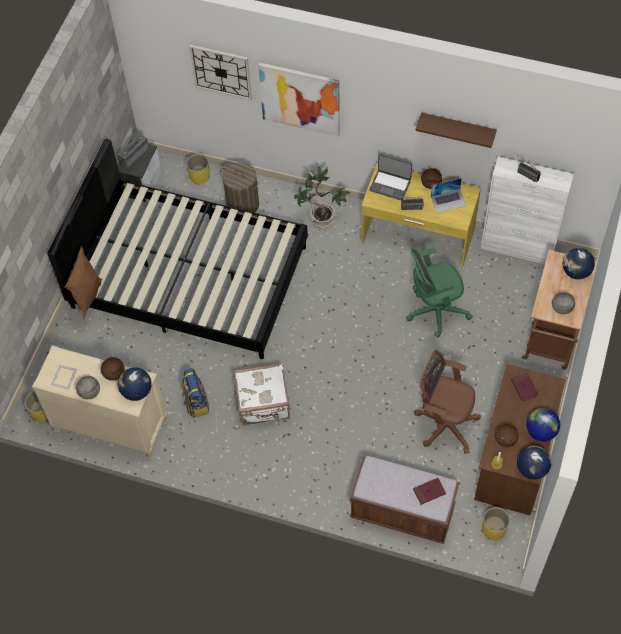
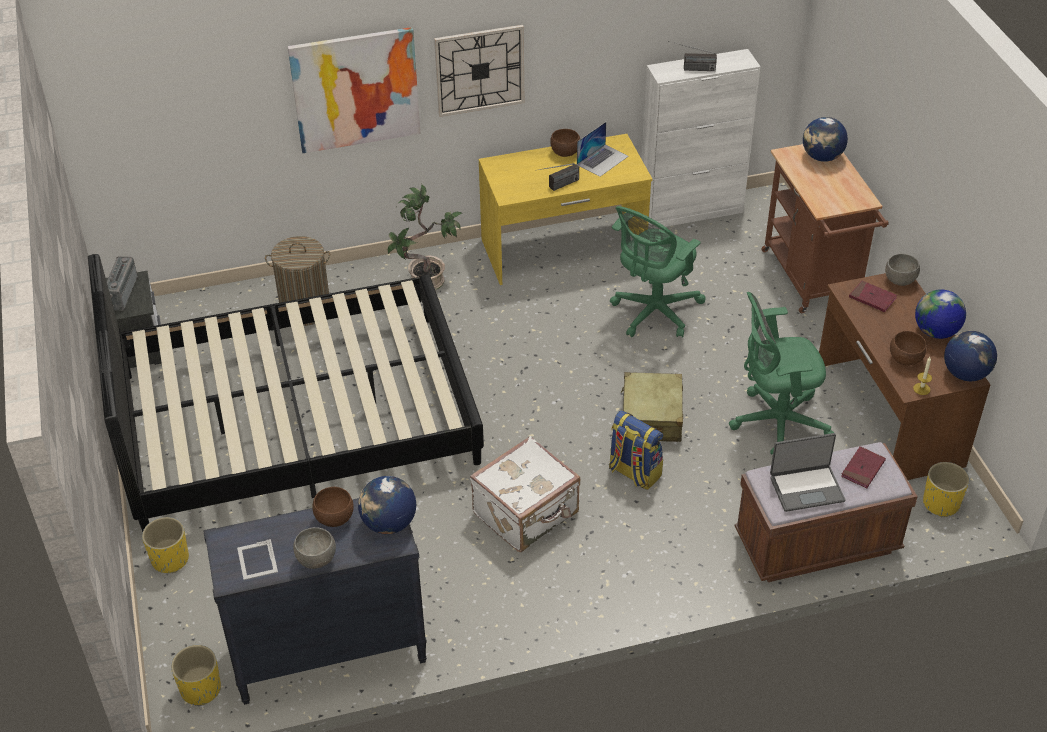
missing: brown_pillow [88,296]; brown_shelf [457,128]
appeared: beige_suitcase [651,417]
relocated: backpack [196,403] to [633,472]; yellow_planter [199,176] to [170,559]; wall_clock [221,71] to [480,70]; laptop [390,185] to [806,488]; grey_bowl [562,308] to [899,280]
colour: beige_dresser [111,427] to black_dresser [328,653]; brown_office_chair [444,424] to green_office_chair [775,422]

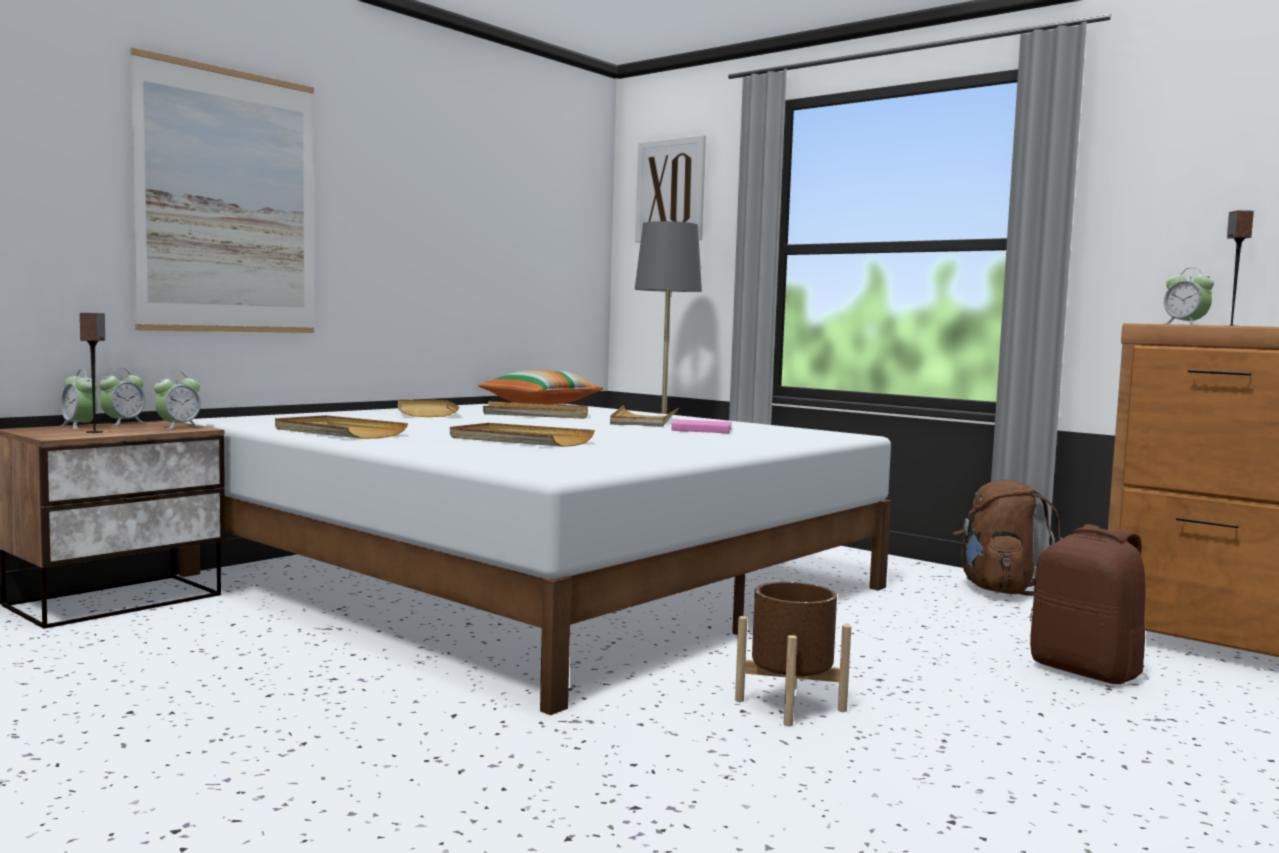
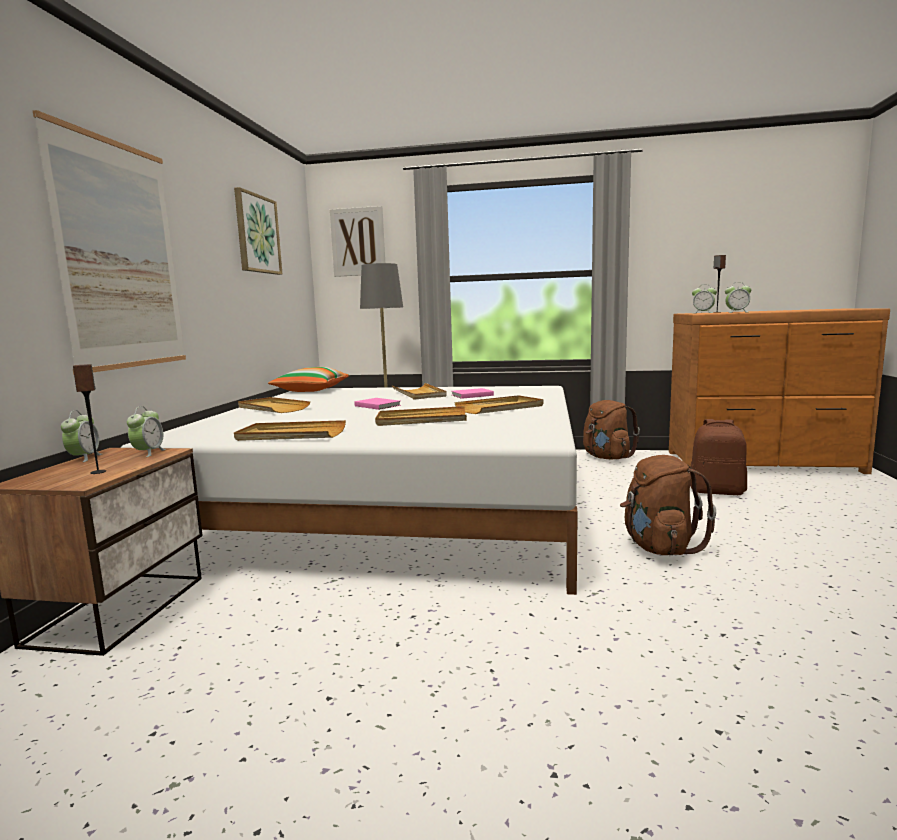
appeared: picture [257,234]; pink_book [377,405]
relocated: alarm_clock [79,426] to [736,312]; beige_tray [537,415] to [500,408]
exchanged: brown_planter [790,705] to brown_backpack [659,547]

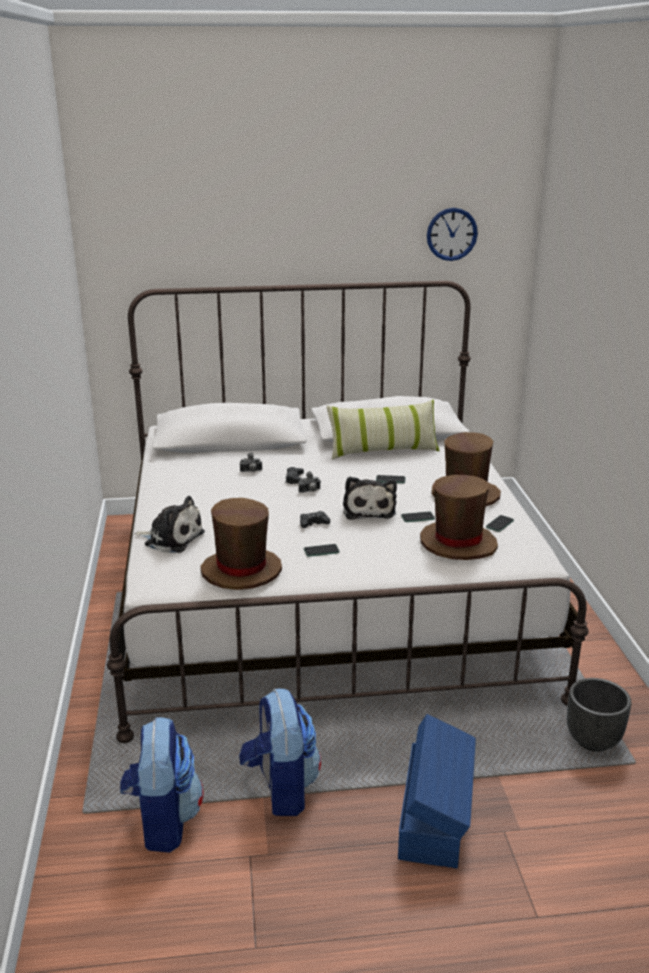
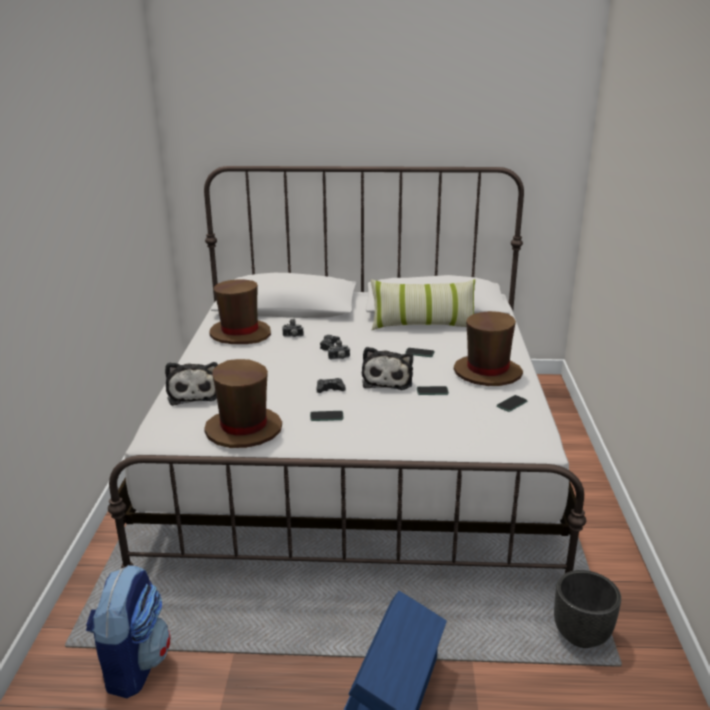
missing: backpack [281,788]; wall_clock [451,234]
relocated: brown_hat [457,543] to [240,334]
spun: plush_toy [171,538] = [194,393] 45 degrees clockwise

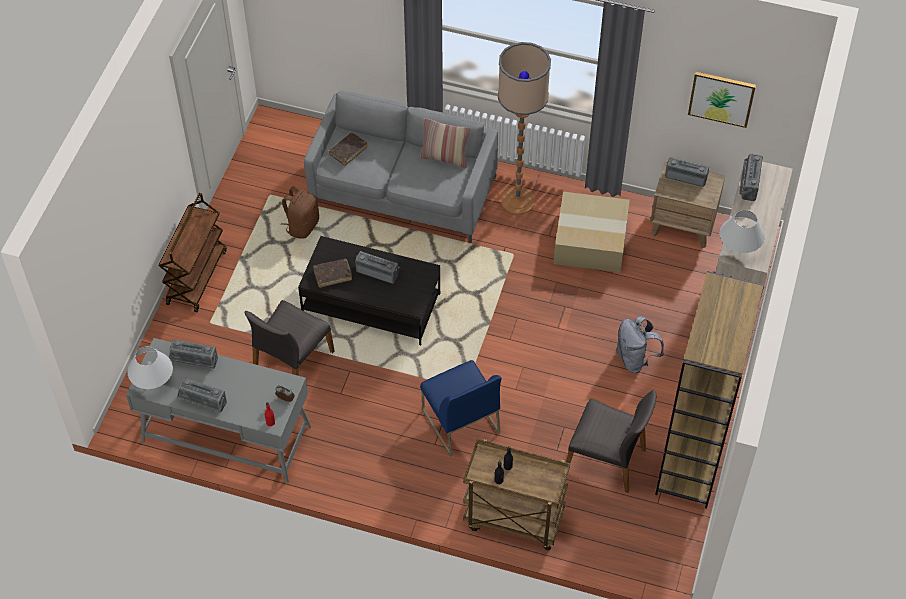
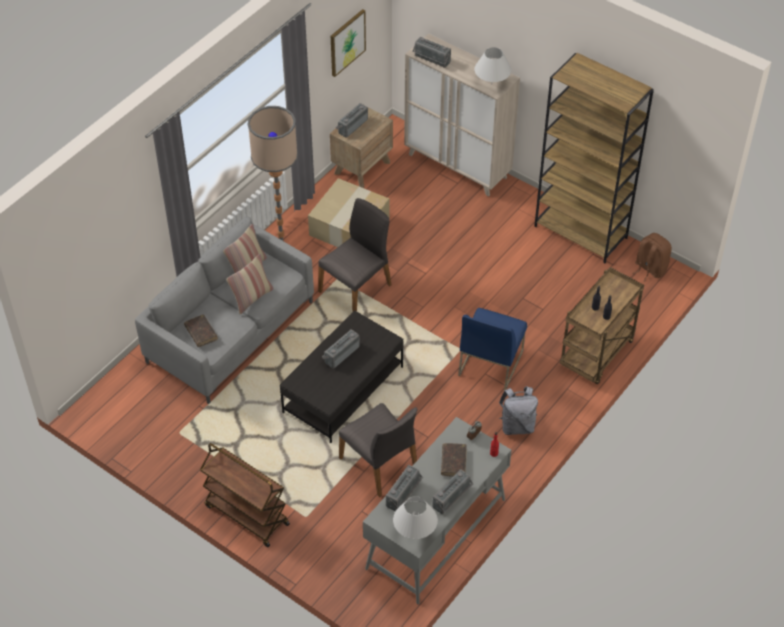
appeared: pillow [252,298]
relocated: brown_backpack [302,226] to [649,269]; brown_book [332,275] to [453,462]; grey_chair [606,459] to [356,288]; grey_backpack [635,359] to [517,426]
spun: blue_chair [460,421] = [490,362] 120 degrees clockwise

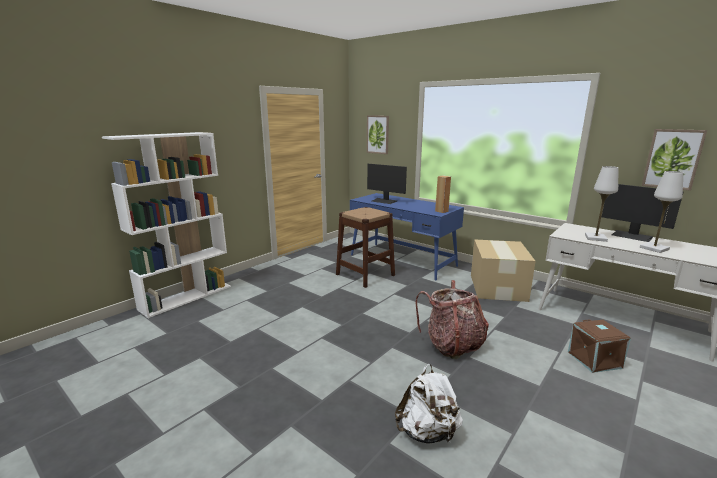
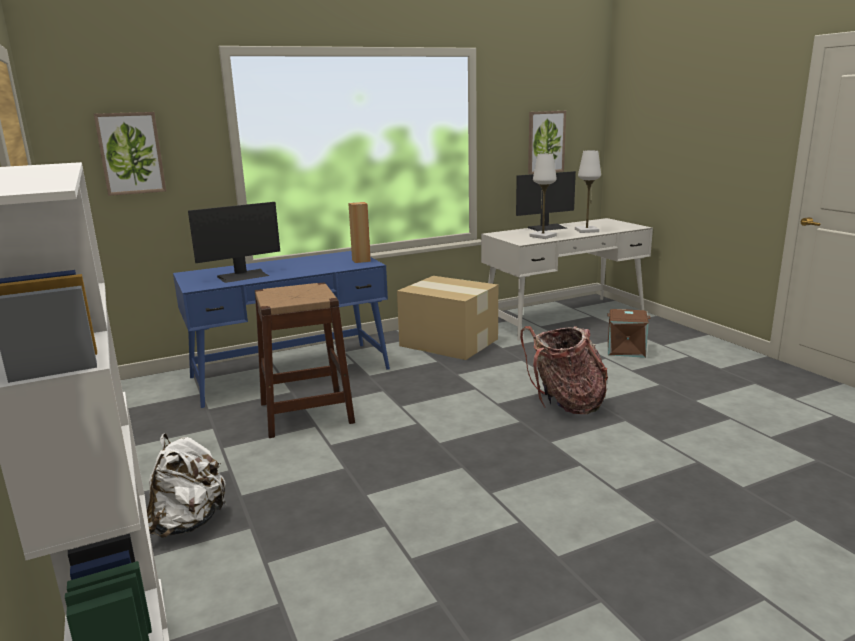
relocated: white_backpack [427,432] to [189,522]

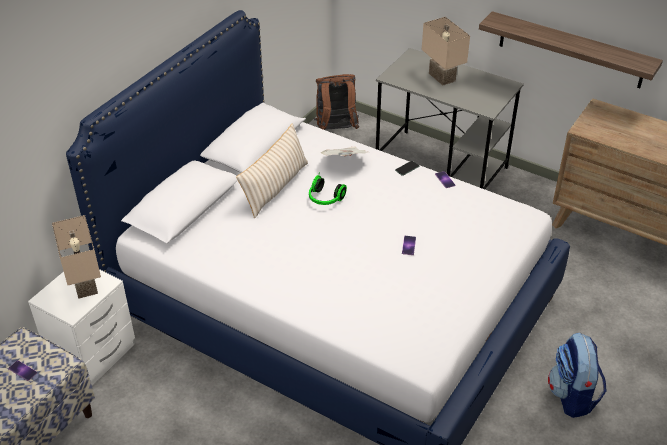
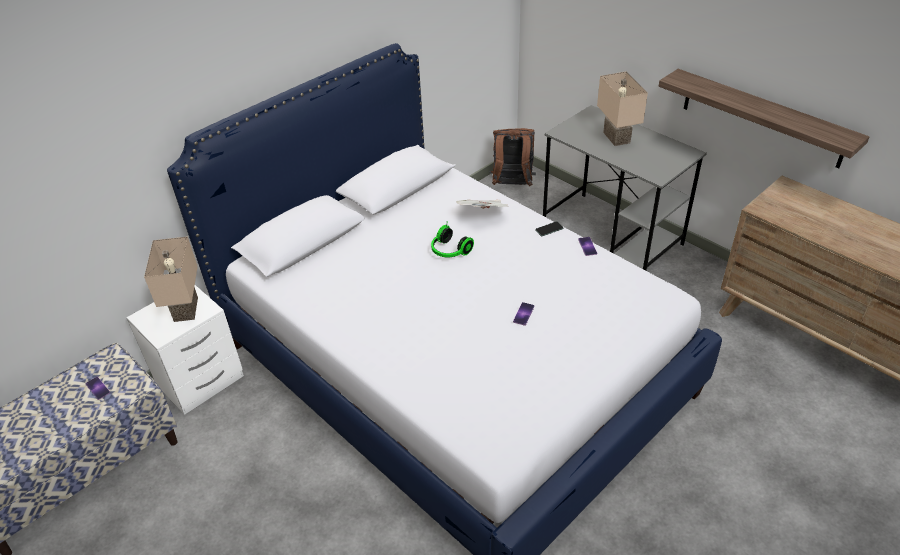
missing: beige_pillow [275,187]; backpack [572,396]

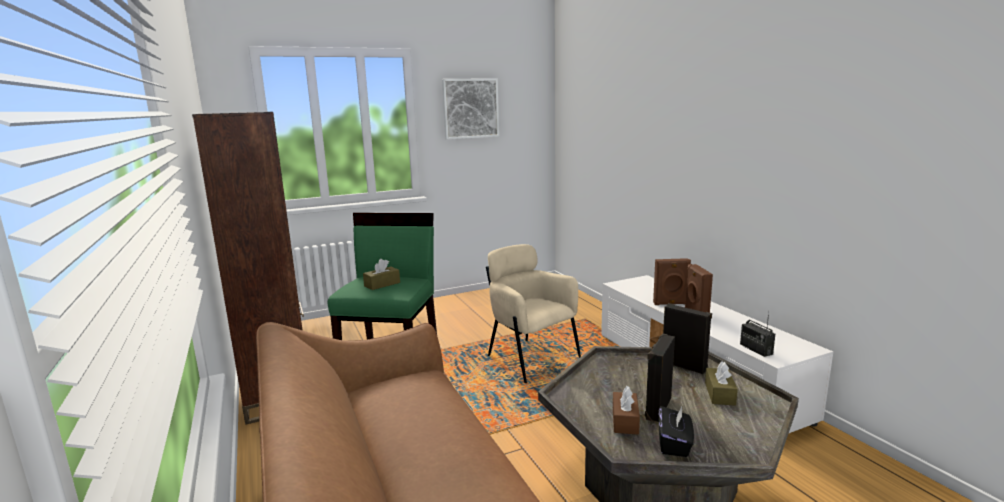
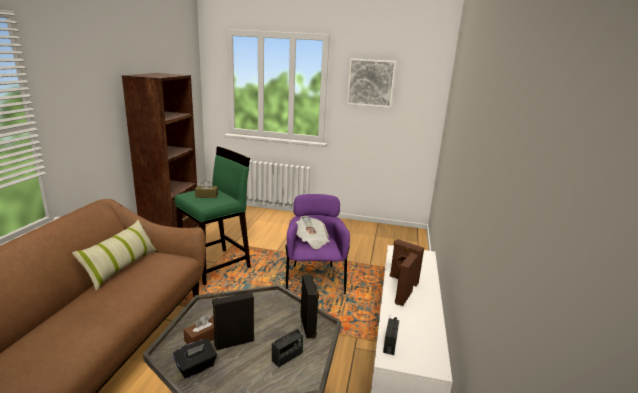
appeared: pillow [121,267]; newspaper [312,241]
exchanged: brown_tissue_box [719,394] to radio [287,357]
colour: beige_armchair [530,359] to purple_armchair [314,279]

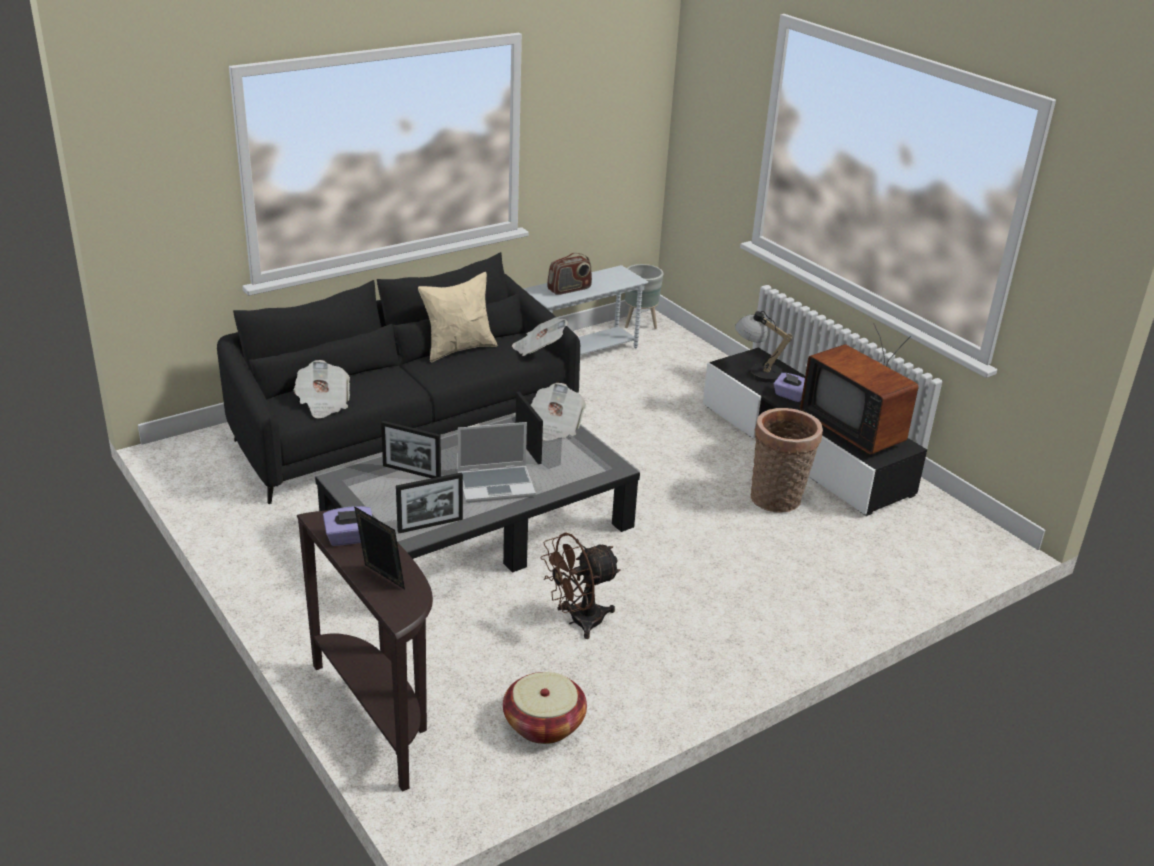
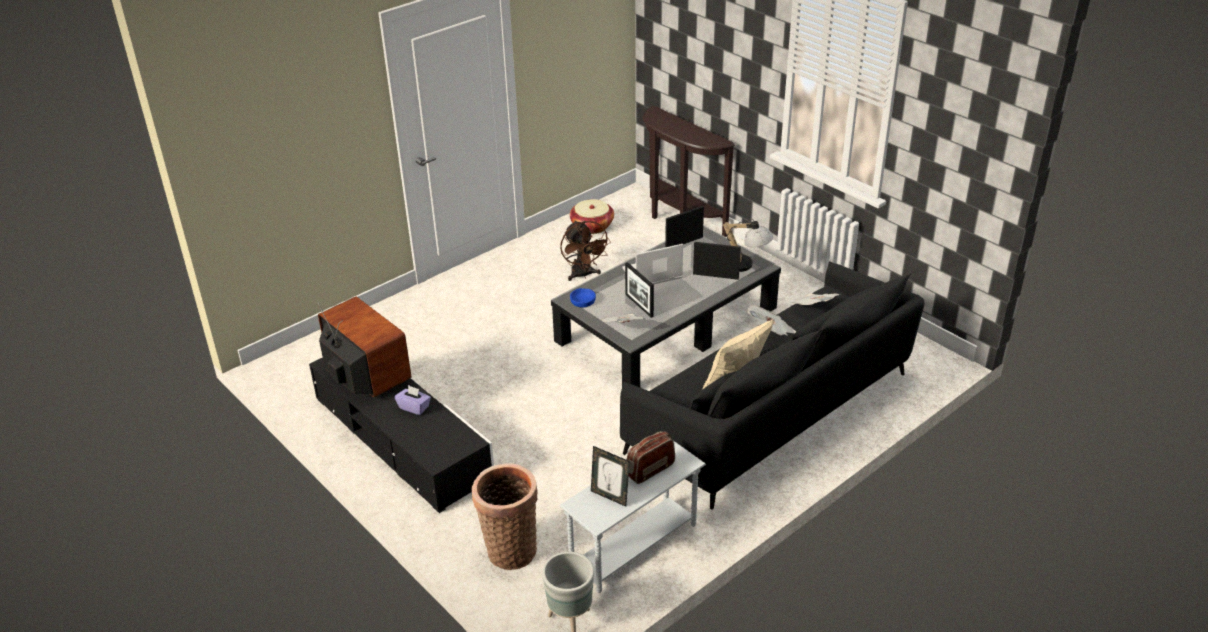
missing: purple_tissue_box [349,538]
appeared: blue_bowl [583,300]
relocated: picture_frame [381,579] to [610,496]; newspaper [538,349] to [771,332]; table_lamp [758,371] to [746,266]; basket [777,501] to [510,548]
spun: brown_fan [578,621] = [583,275] 105 degrees clockwise

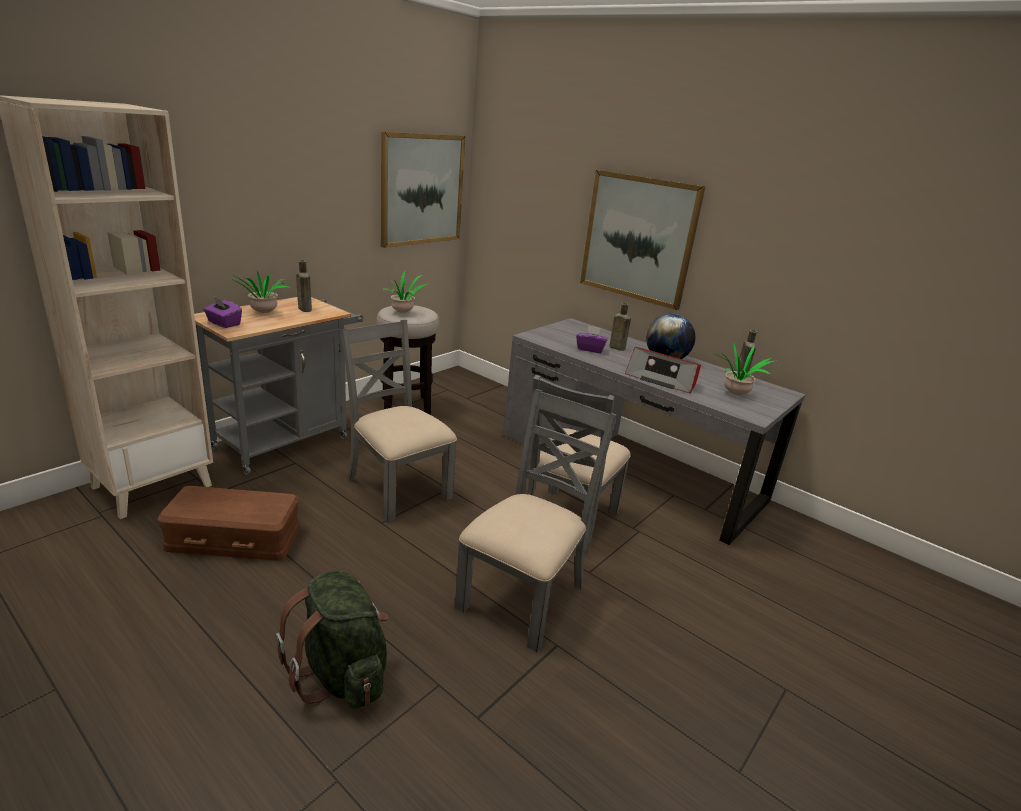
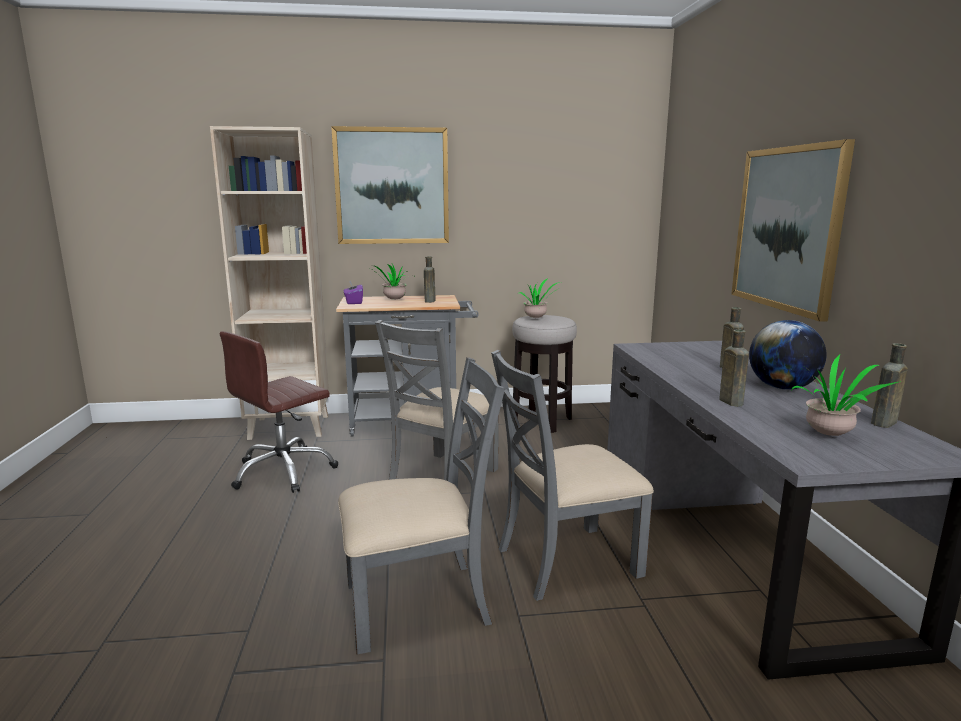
missing: green_backpack [341,674]; purple_tissue_box [590,349]
relocated: picture [422,189] to [392,186]
exchanged: brown_storage_box [234,538] to brown_office_chair [284,471]; radio [662,379] to brown_bottle [729,401]
spun: grey_chair [397,487] = [442,477] 150 degrees counterclockwise

